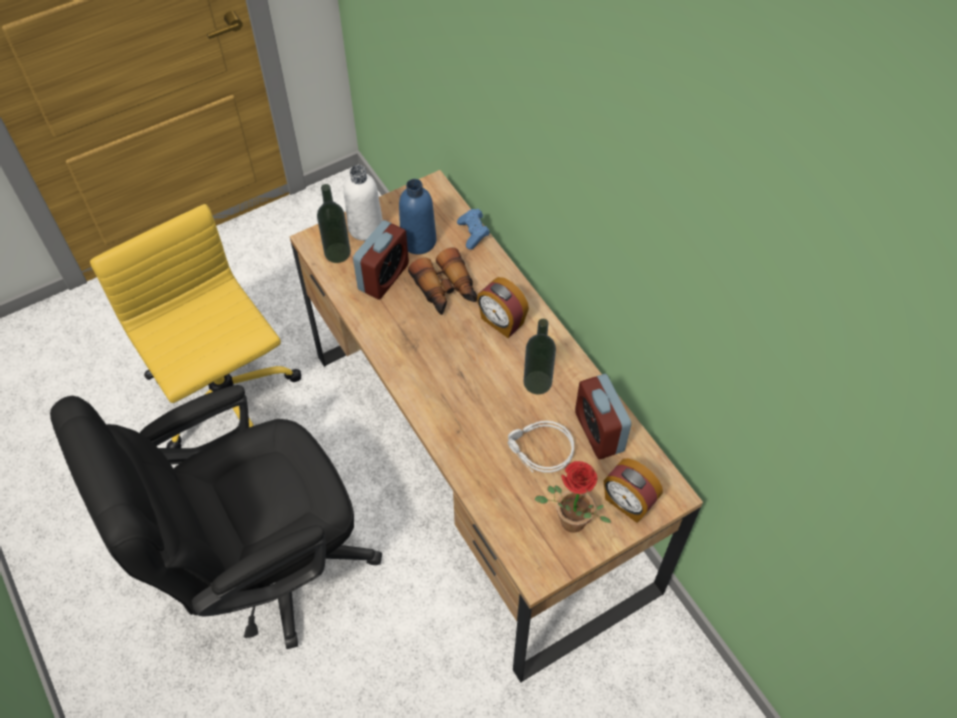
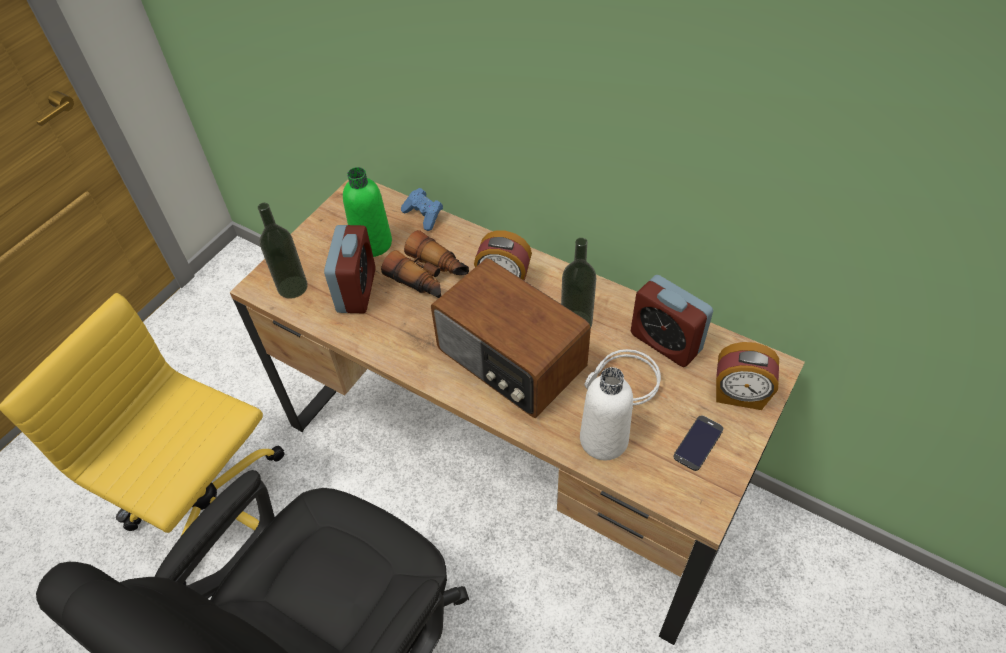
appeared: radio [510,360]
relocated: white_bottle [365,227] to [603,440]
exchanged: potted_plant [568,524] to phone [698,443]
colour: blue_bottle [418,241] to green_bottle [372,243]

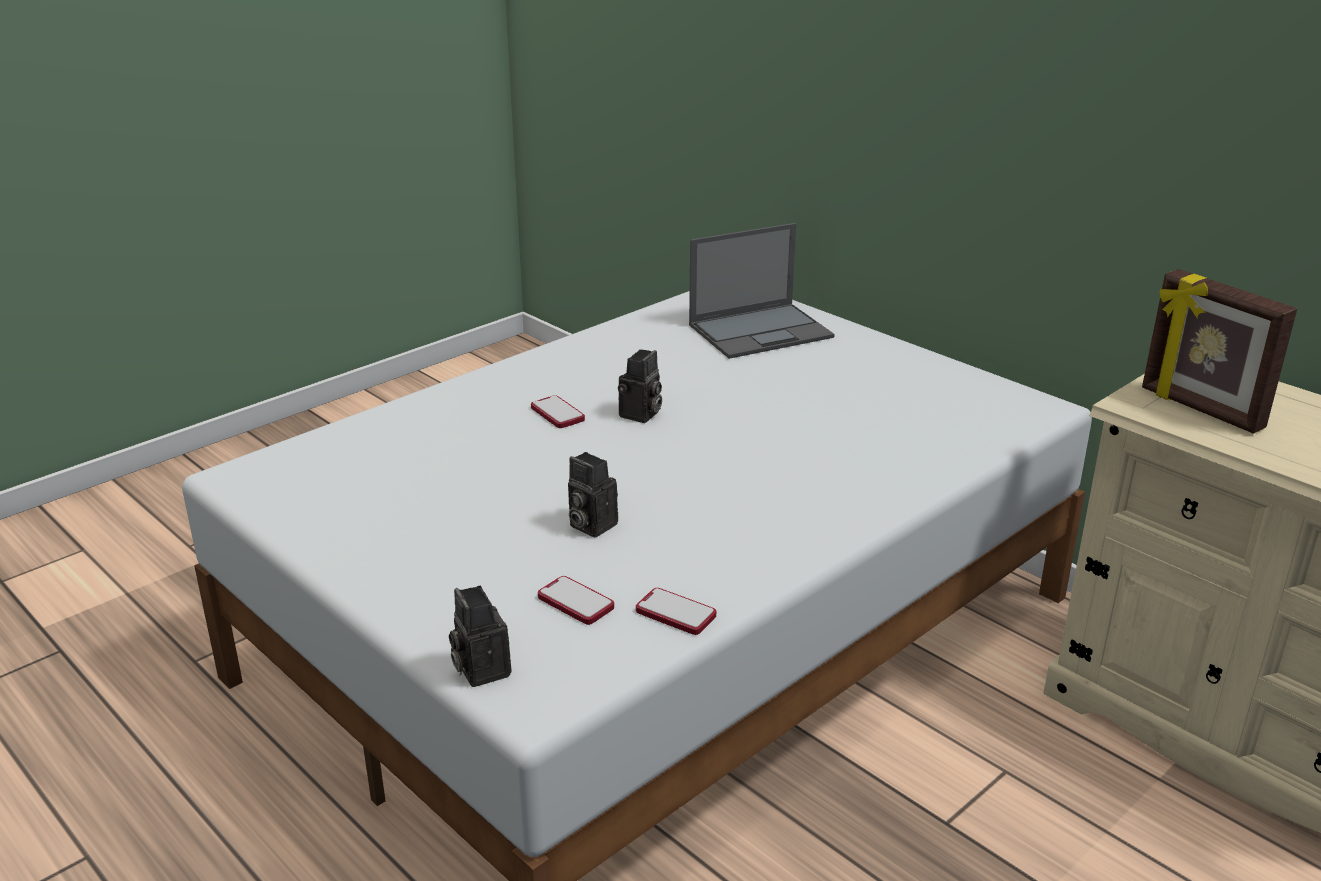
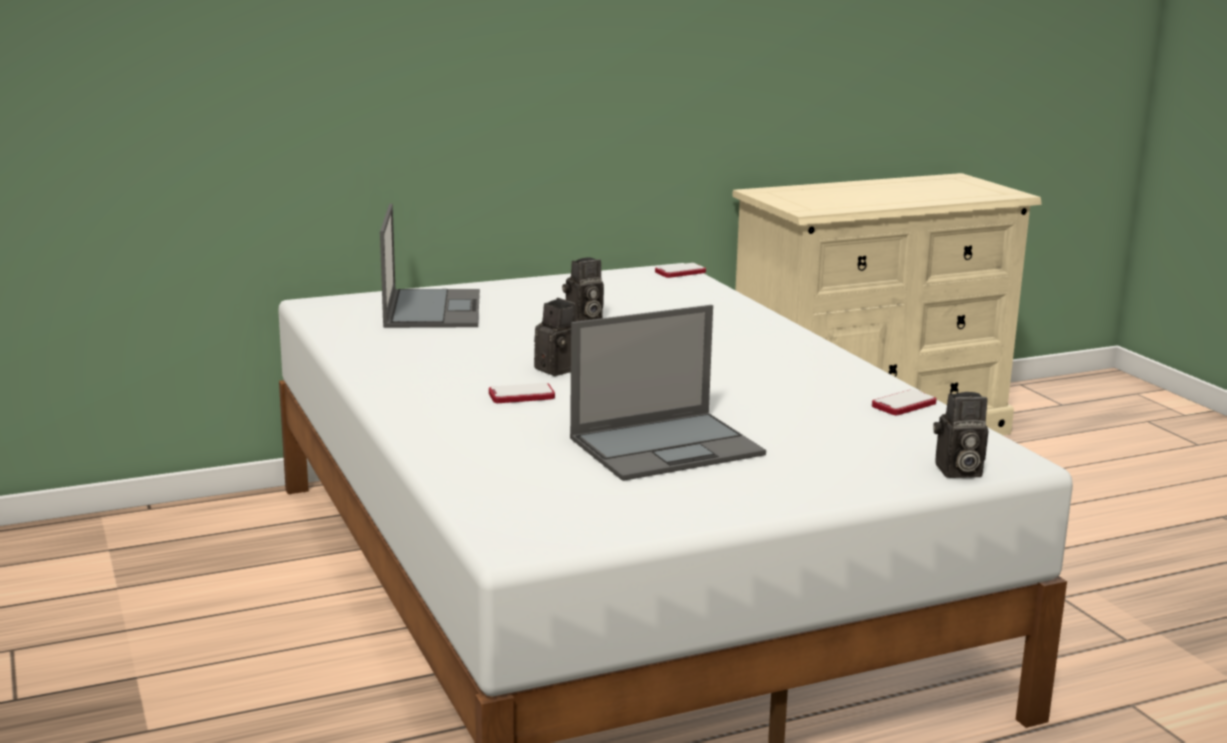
missing: picture_frame [1200,409]
appeared: laptop [668,446]
relocated: phone [575,602] to [680,272]; photo_camera [589,525] to [583,319]

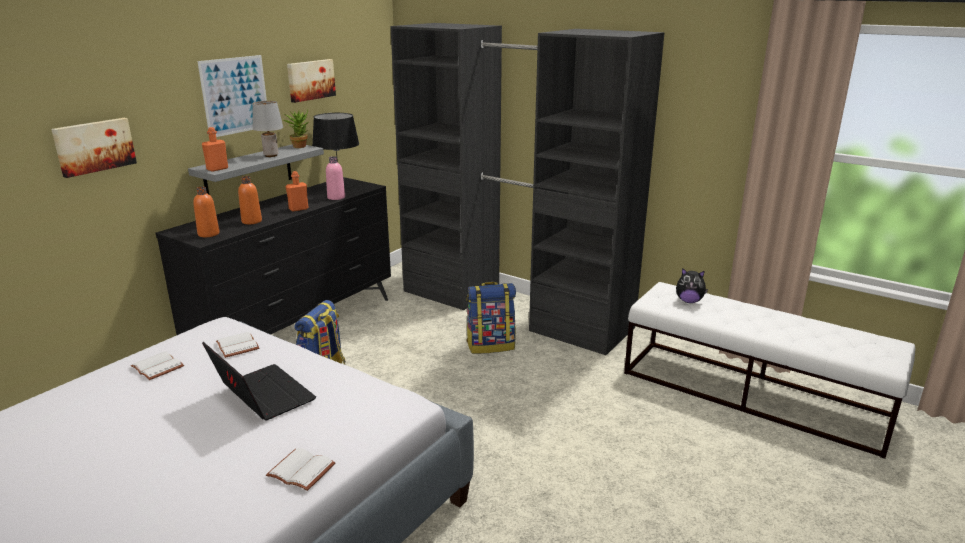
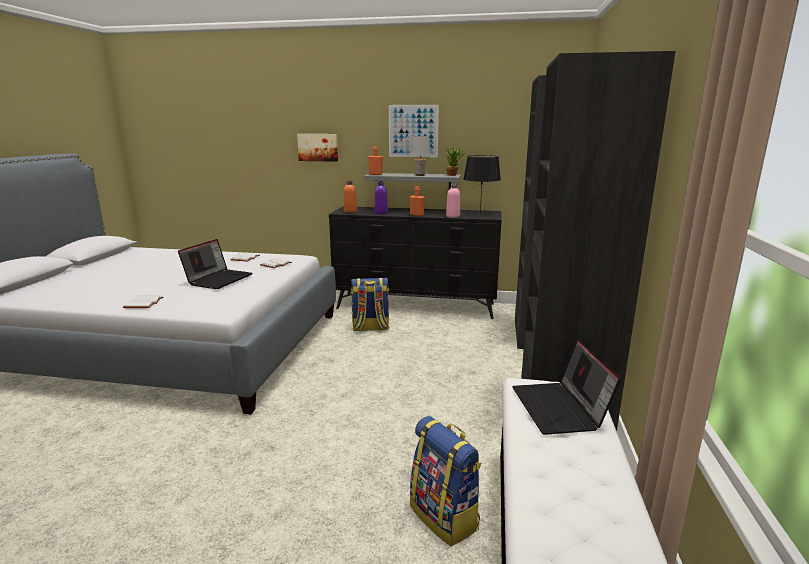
missing: picture [310,80]
relocated: backpack [491,345] to [445,517]
exchanged: plush_toy [689,301] to laptop [560,409]
colour: orange_bottle [251,221] to purple_bottle [381,213]

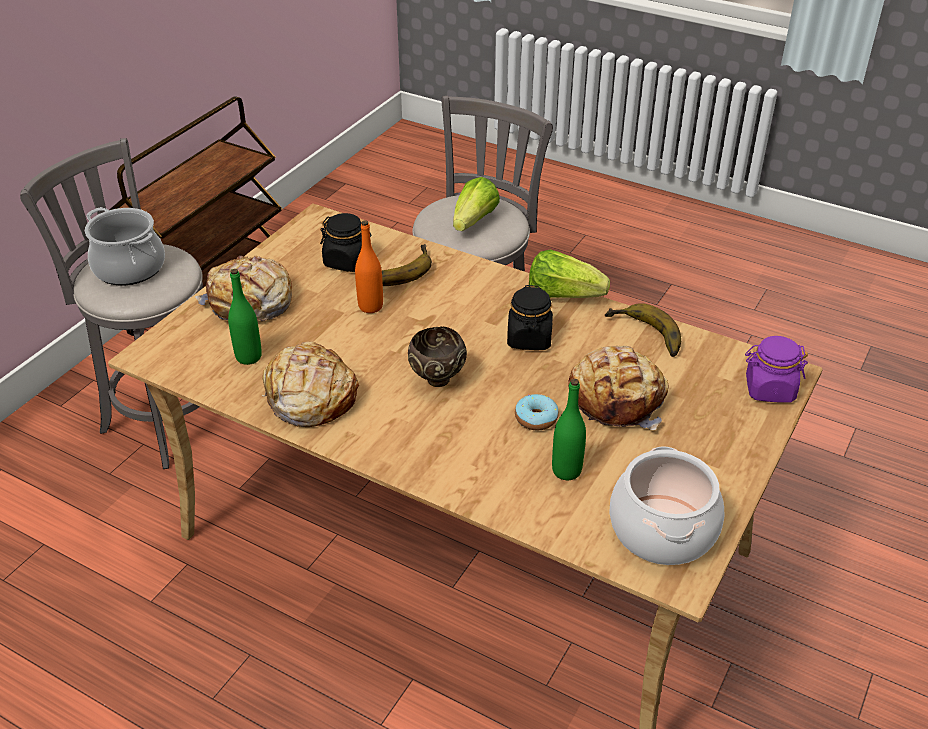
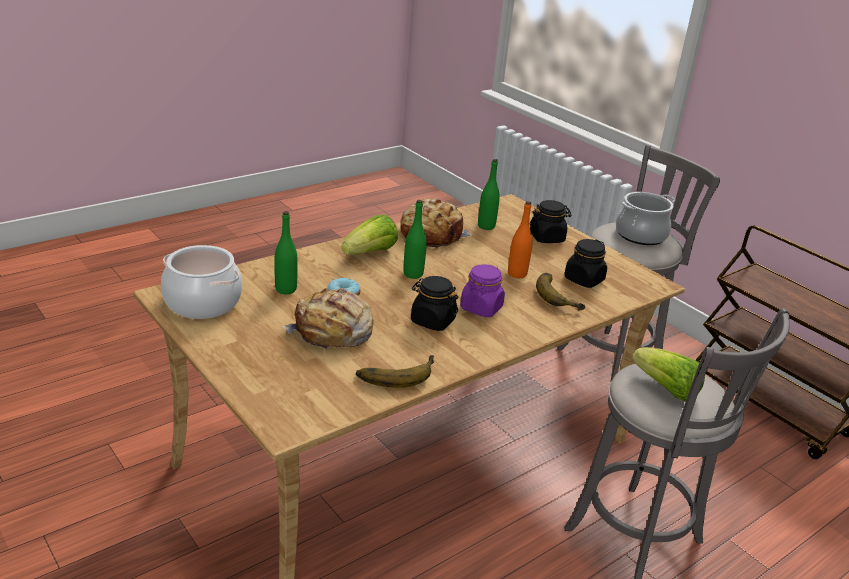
relocated: lettuce [563,295] to [370,253]; purple_jar [769,389] to [481,308]
exchanged: bread [250,303] to black_jar [547,238]; brown_bowl [437,381] to green_bottle [413,274]

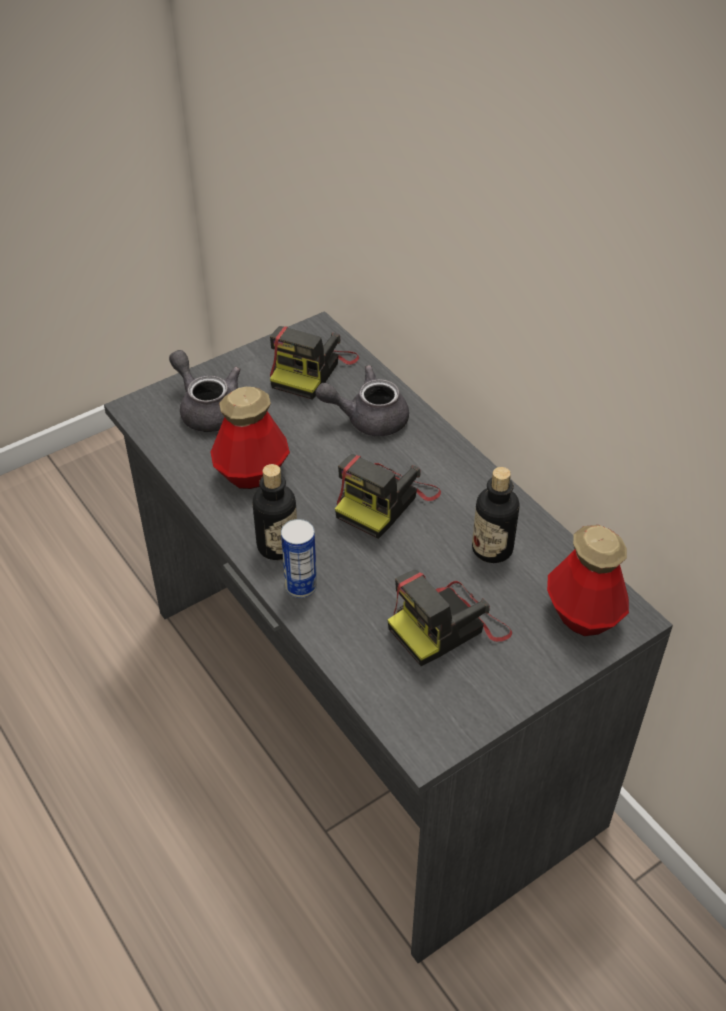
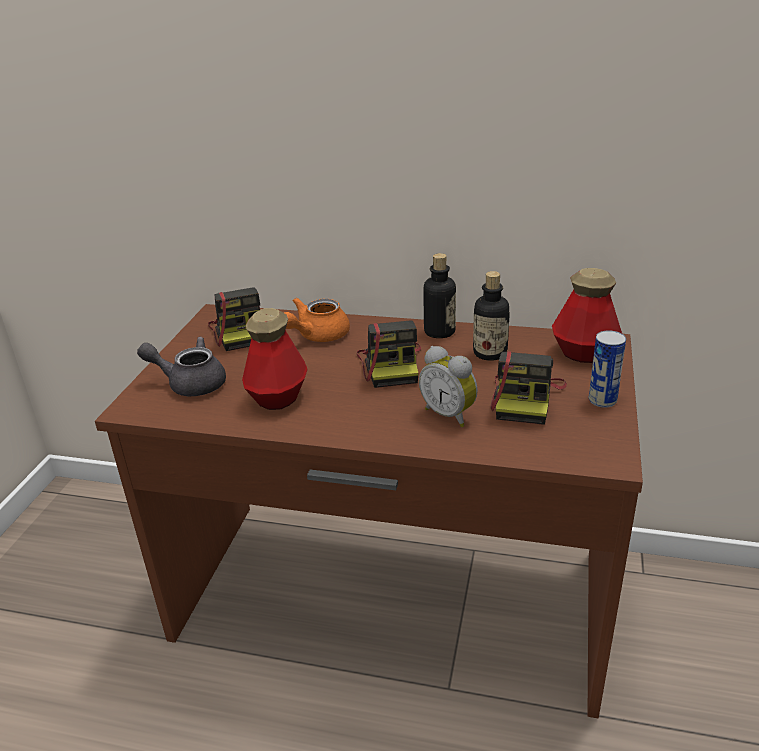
appeared: alarm_clock [450,414]
relocated: bottle [277,546] to [439,332]; can [301,586] to [602,400]
colour: grey_desk [363,715] to brown_desk [391,600]; grey_teapot [368,418] to orange_teapot [317,336]

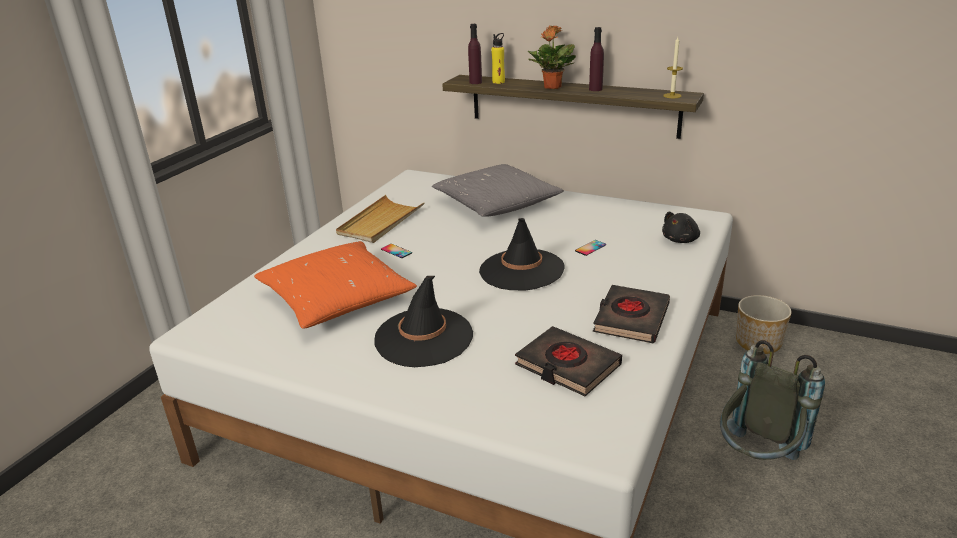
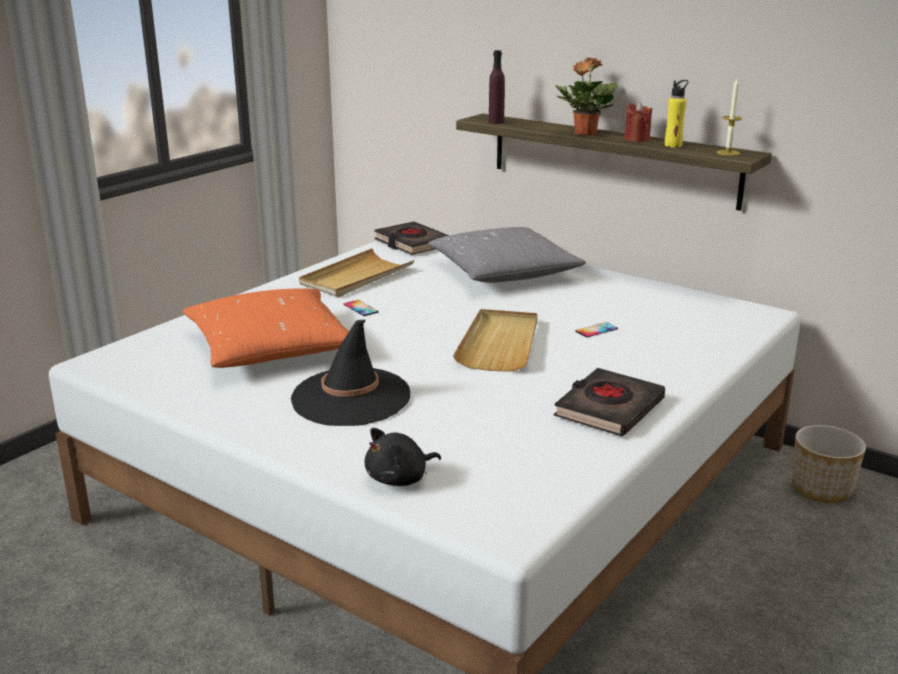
missing: grey_backpack [756,460]
relocated: yellow_bottle [498,82] to [673,145]; black_book [567,366] to [412,243]; black_plush_toy [681,240] to [400,478]
exchanged: black_hat [521,270] to beige_tray [499,344]; purple_bottle [595,89] to red_candle [637,139]

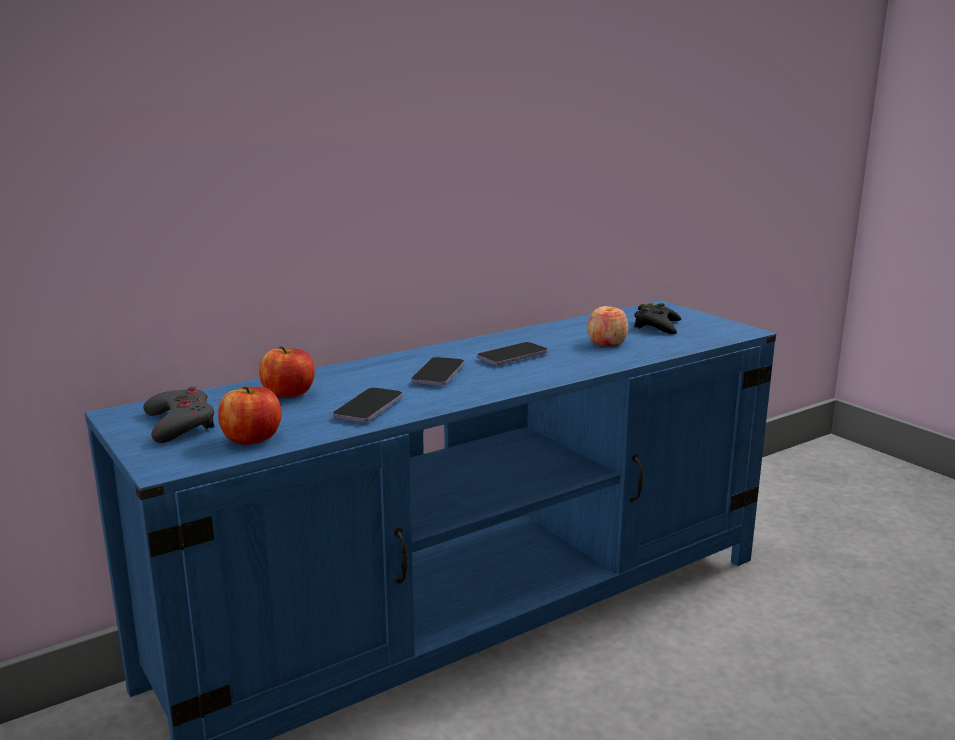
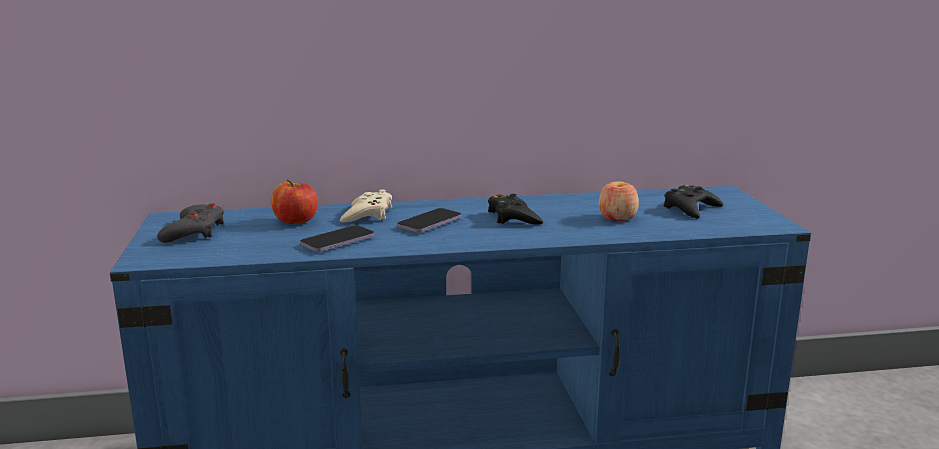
missing: apple [251,439]
appeared: beige_game_controller [367,214]
exchanged: phone [512,356] to black_game_controller [513,217]

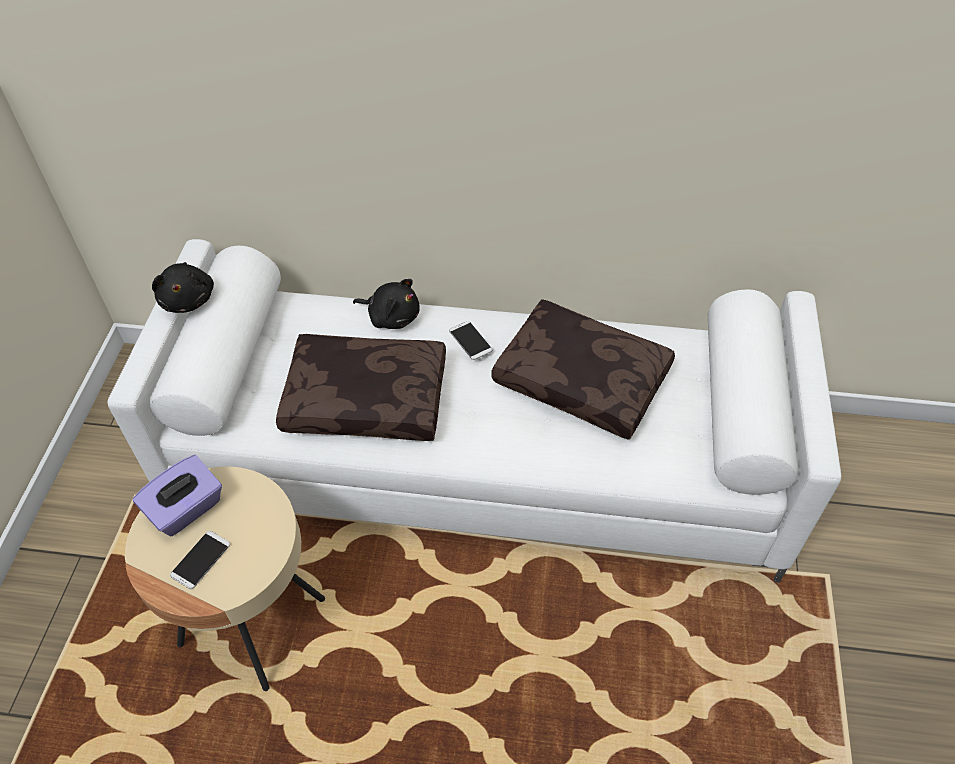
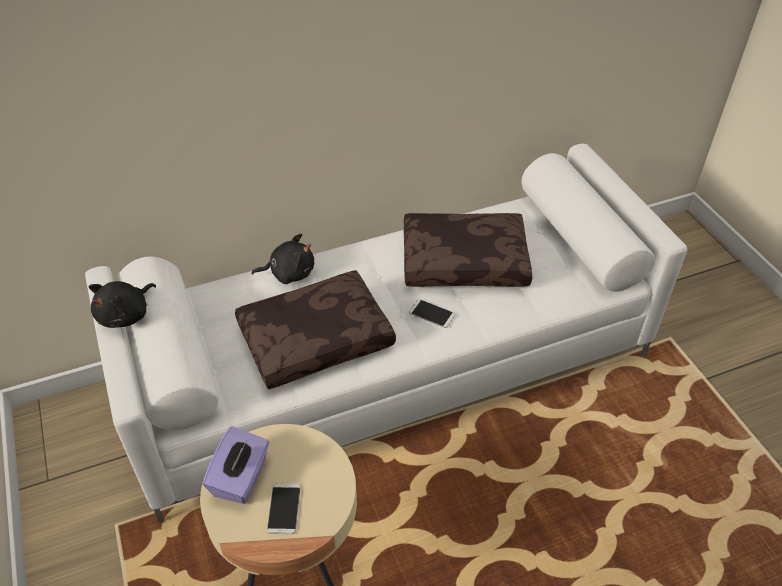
relocated: phone [470,341] to [431,314]
spun: black_plush_toy [188,299] = [126,315] 75 degrees clockwise

